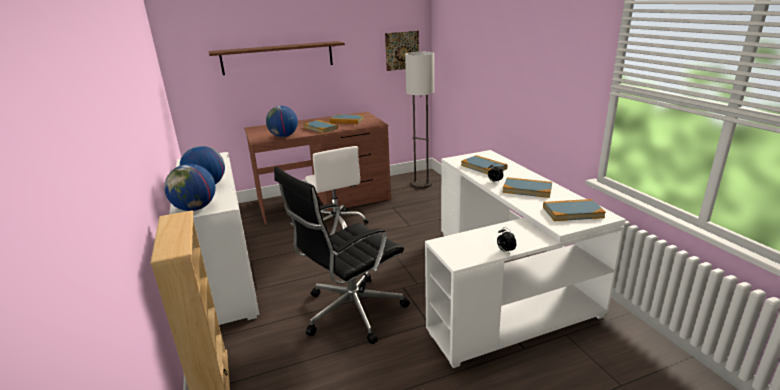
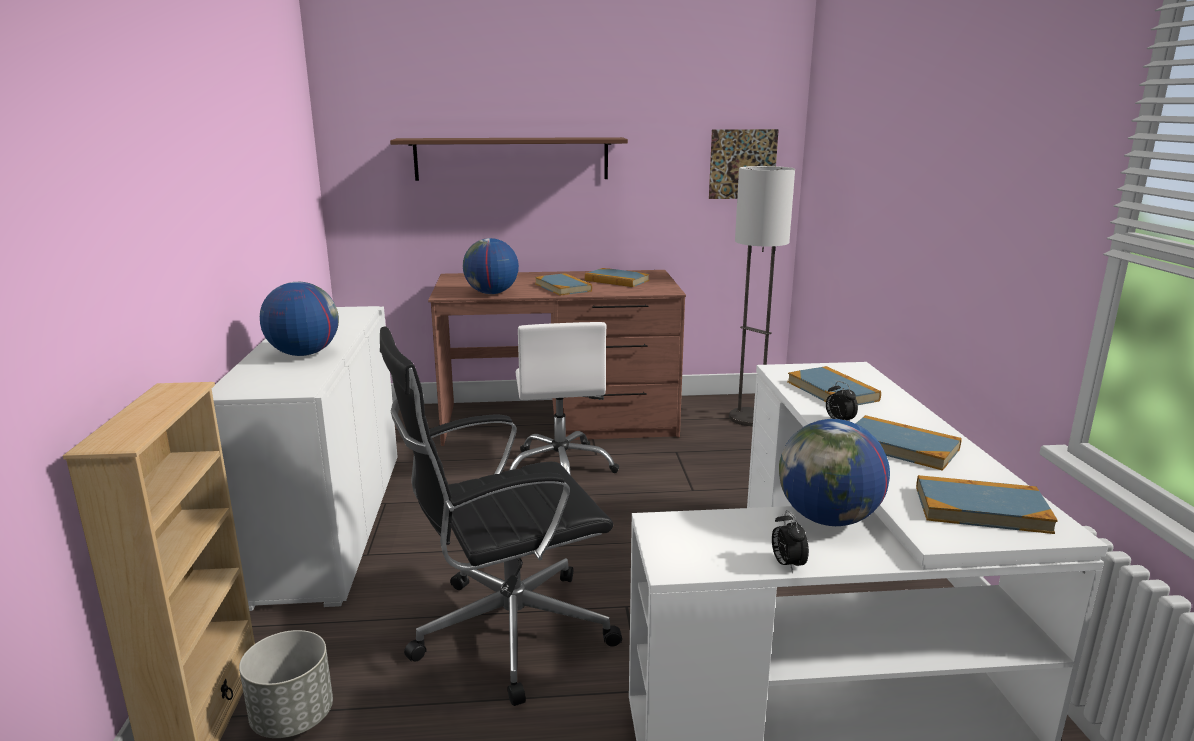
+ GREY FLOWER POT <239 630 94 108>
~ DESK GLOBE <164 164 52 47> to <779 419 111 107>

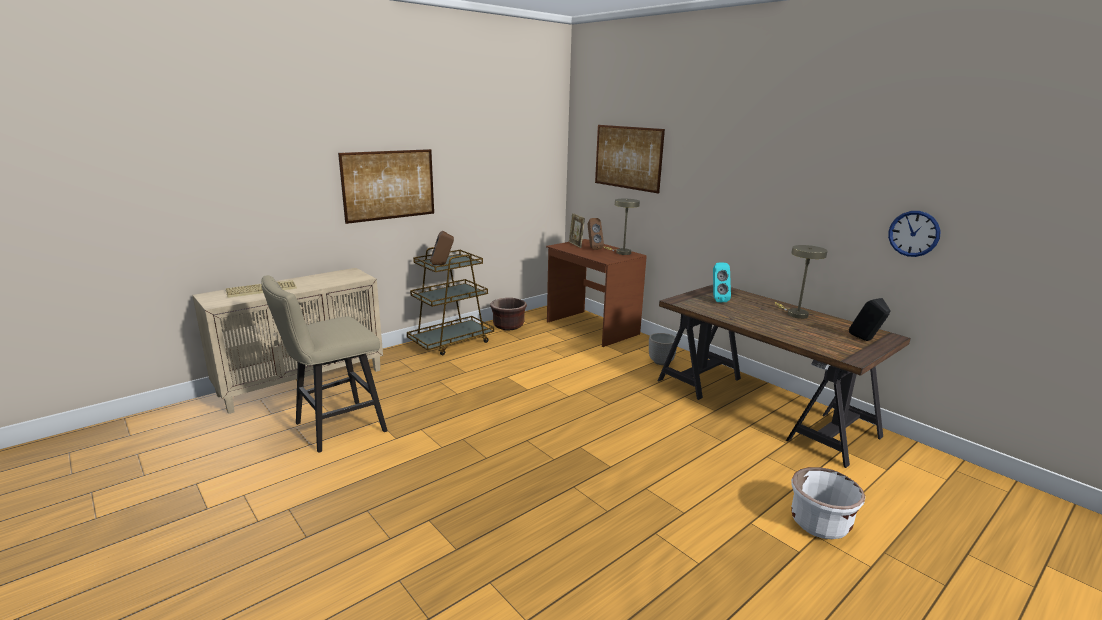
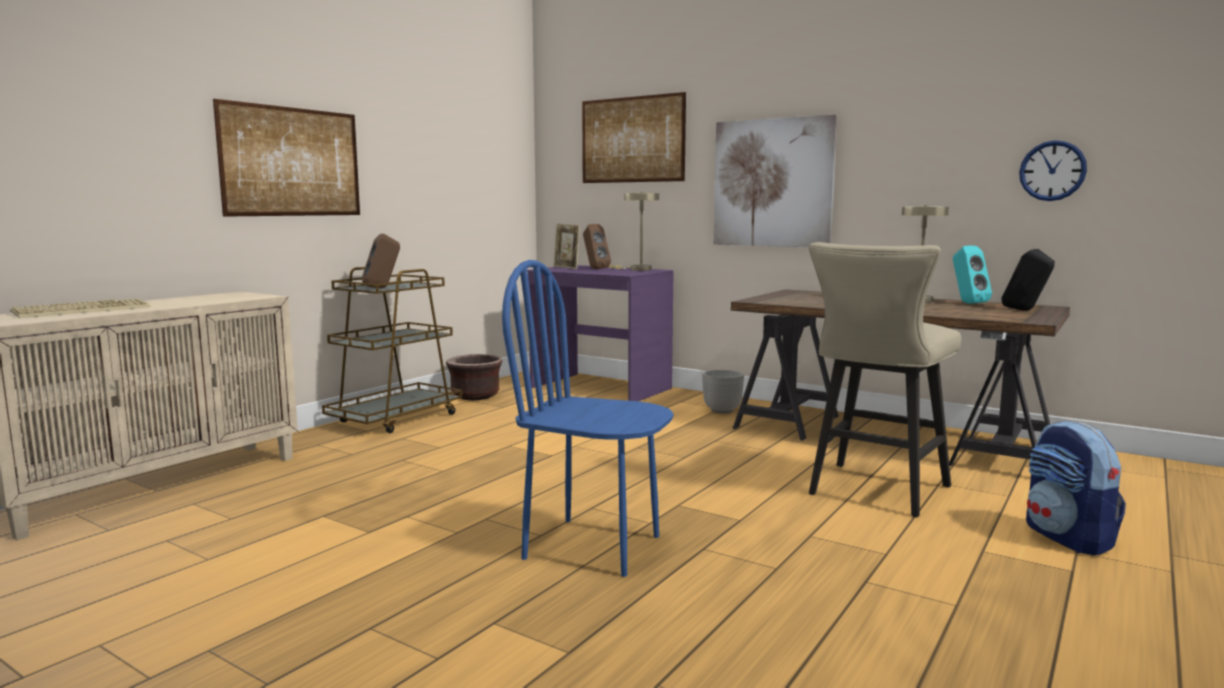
+ BLUE UPRIGHT CHAIR <502 260 172 317>
~ BROWNISH DESK UNIT <546 239 101 108> to PURPLE DESK UNIT <527 265 146 136>
+ WALL ART <714 114 123 133>
~ BEIGE-COLOURED STOOL SEAT <261 275 126 178> to <809 242 152 275>
~ TURQUOISE-COLOURED AUDIO SPEAKER <713 262 18 40> to <953 246 39 58>
~ WHITISH FLOWER POT <791 467 74 72> to KNAPSACK <1026 421 100 134>

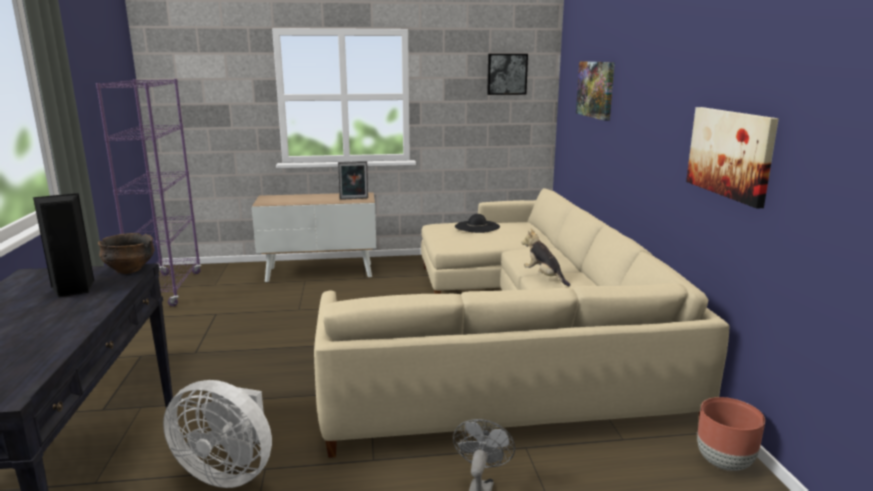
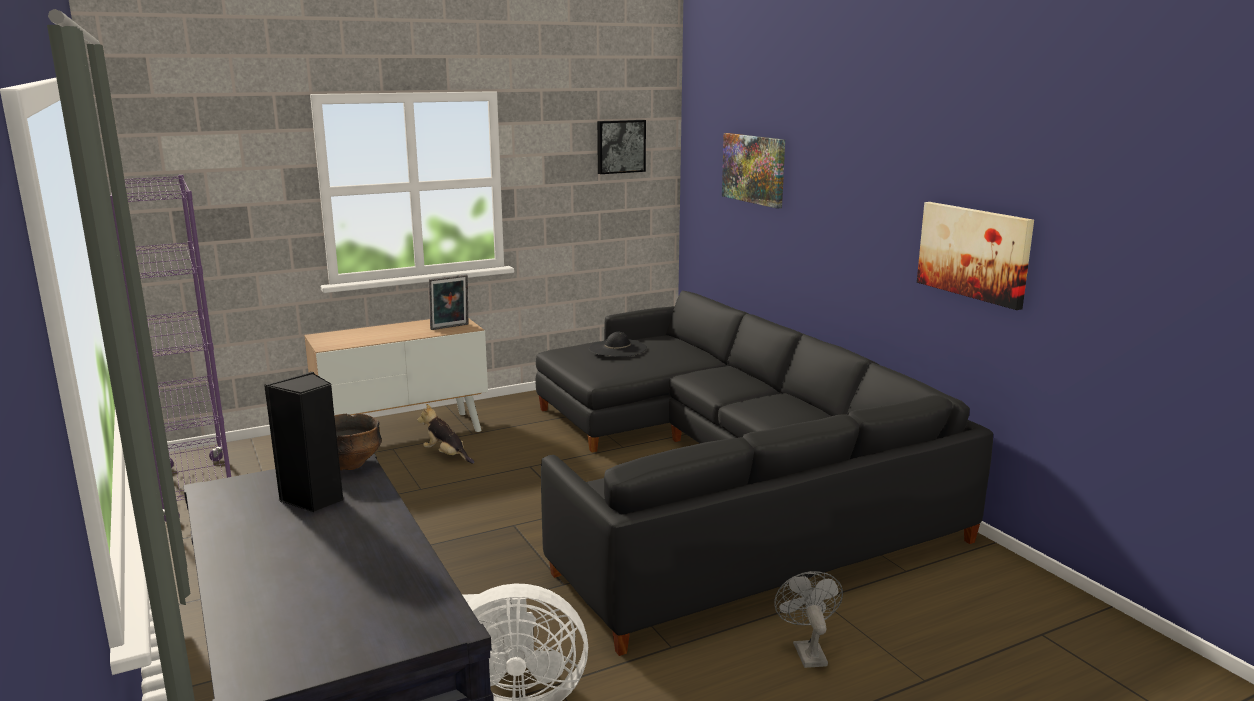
~ PLUSH TOY <521 229 49 58> to <417 404 58 60>
~ BEIGE-COLOURED SOFA <314 188 415 270> to BLACK SOFA <536 290 457 366>
- BROWNISH FLOWER POT <697 397 68 74>

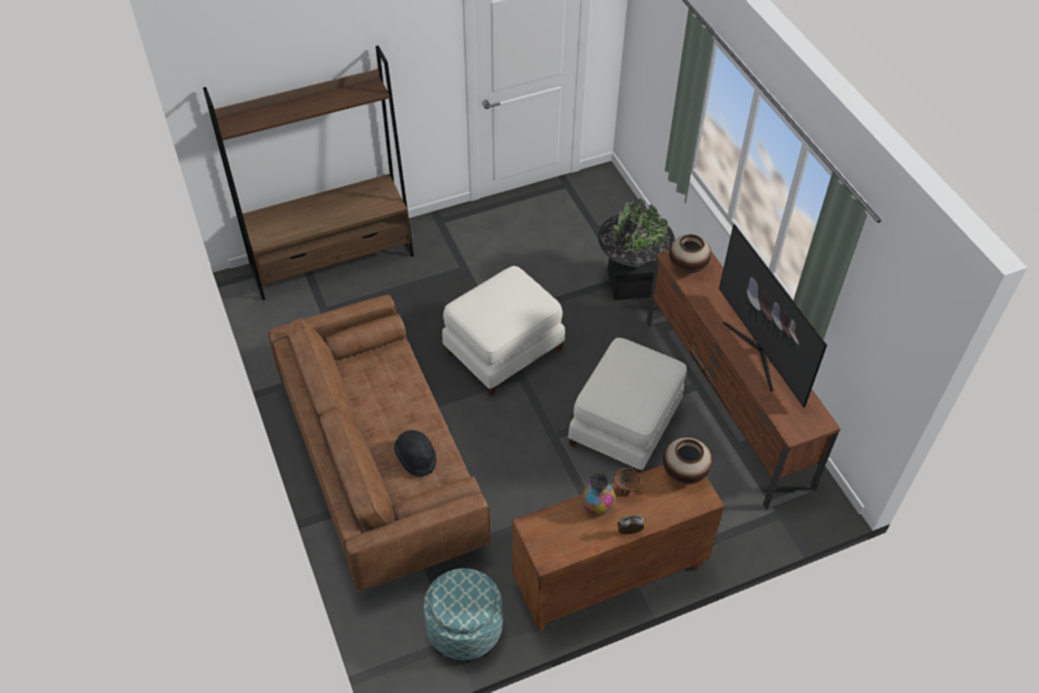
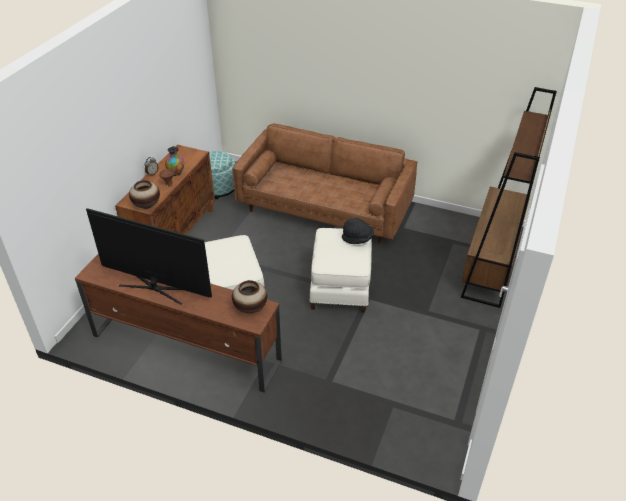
~ BLACK WEARABLE HAT <394 430 43 47> to <342 218 32 26>
- BLACK FLOWER POT <598 199 77 101>

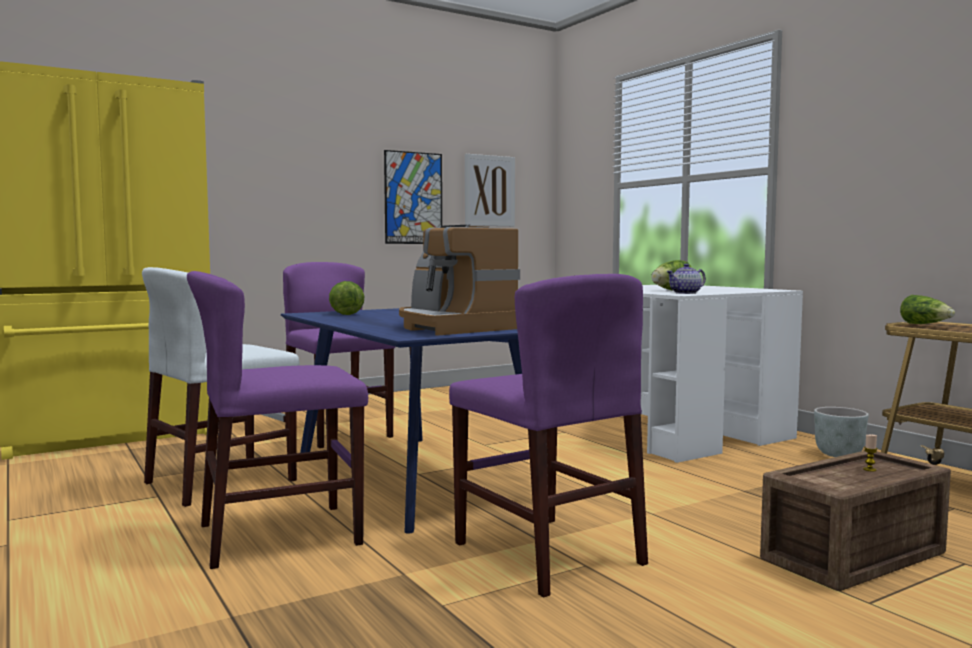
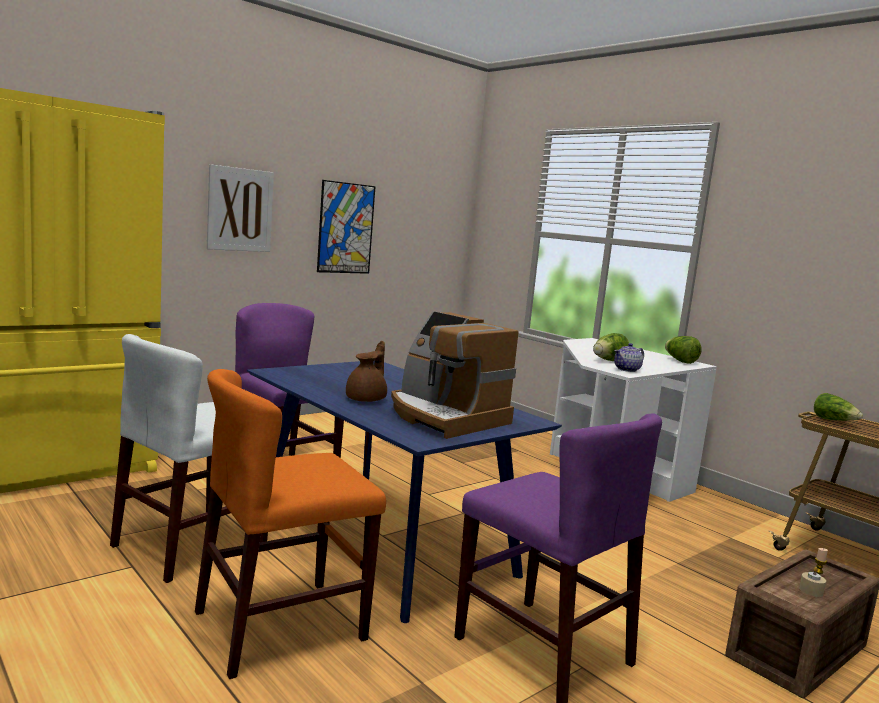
~ PURPLE UPRIGHT CHAIR <187 271 181 298> to ORANGE-COLOURED UPRIGHT CHAIR <195 369 191 310>
~ WALL ART <465 154 50 72> to <207 164 67 88>
+ BROWNISH TEA POT <346 341 41 61>
~ HEAD OF LETTUCE <329 281 35 34> to <665 336 37 28>
+ BEIGE-COLOURED WAX CANDLE <799 567 27 30>
- GREY FLOWER POT <814 407 55 50>

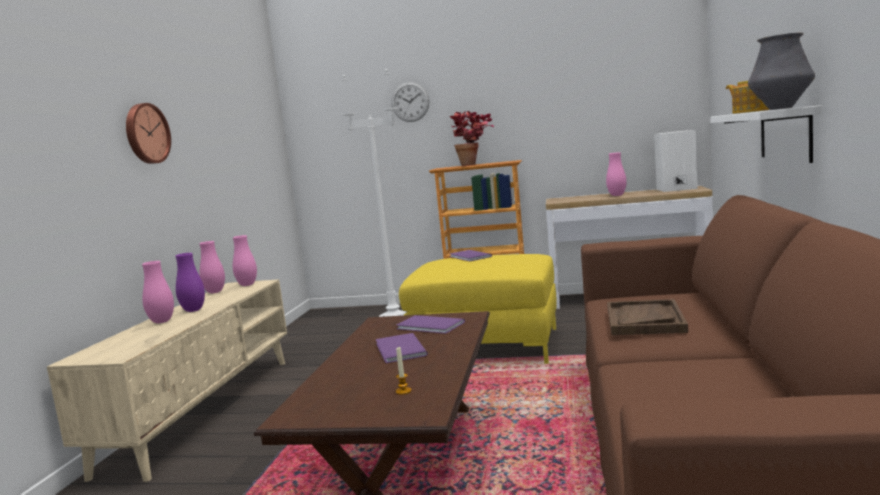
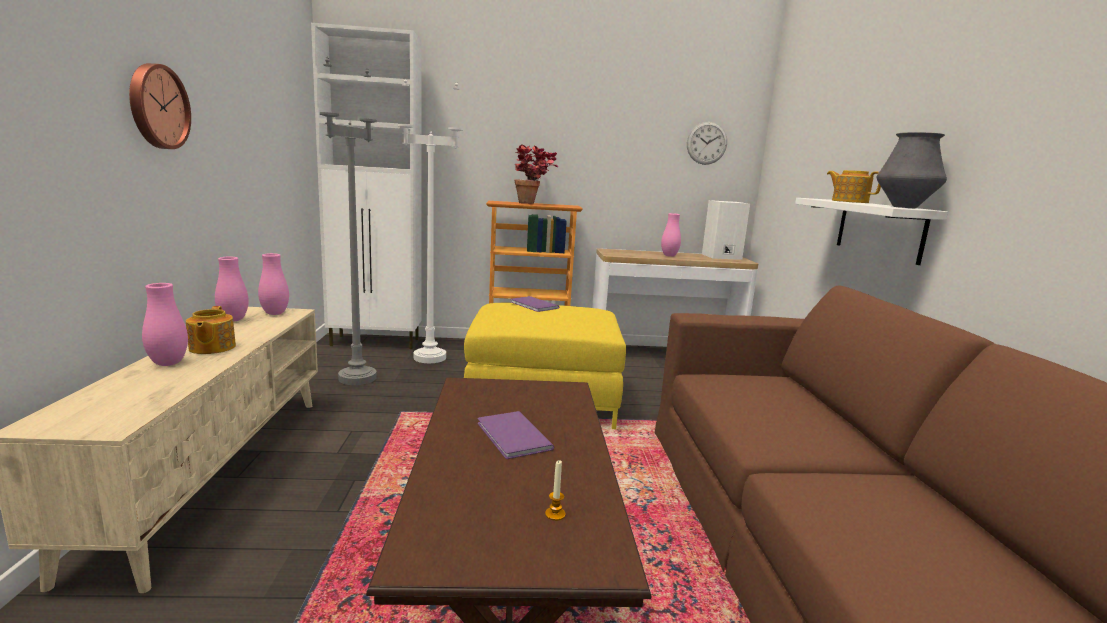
~ PURPLE FLOWER VASE <176 253 29 59> to TEA POT <186 306 50 48>
+ WHITISH CABINET <311 23 110 326>
+ GREY STANDARD LAMP <320 57 57 328>
~ HANGING CLOCK <391 82 38 40> to <687 122 40 43>
- PURPLE BOUND BOOK <396 315 69 19>
- BROWNISH TRAY <607 299 81 36>

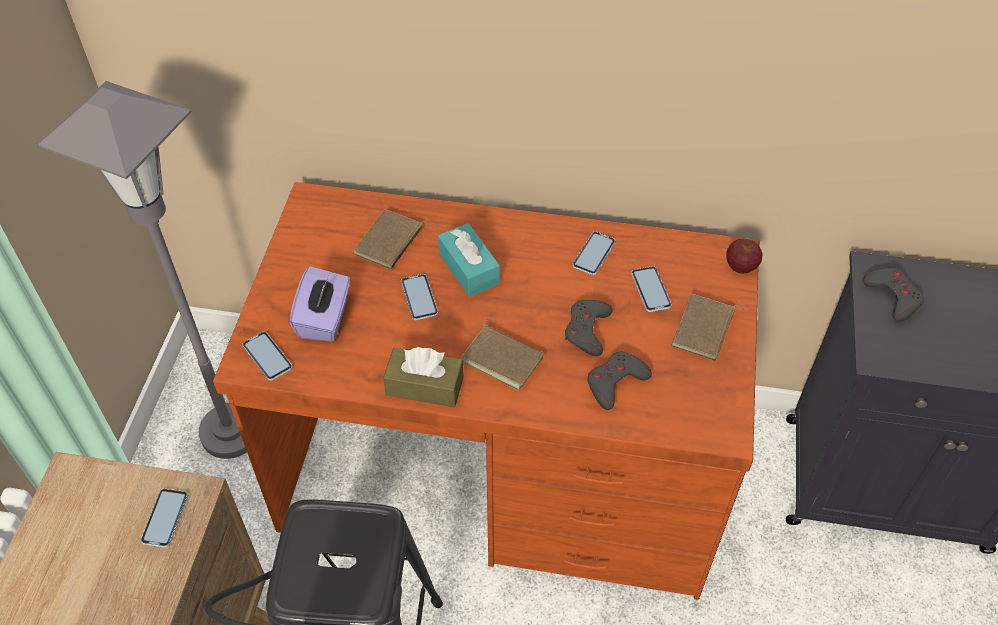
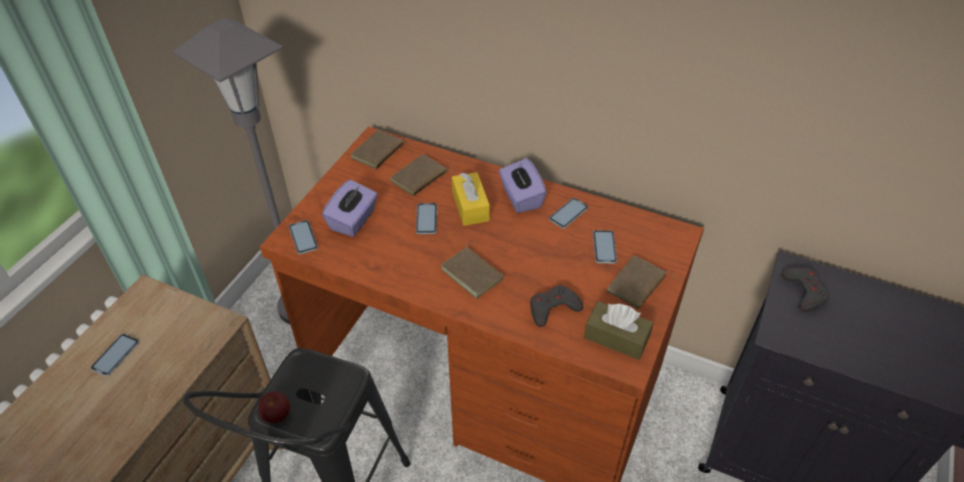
~ PHONE <140 489 48 58> to <91 334 48 42>
~ APPLE <727 239 36 35> to <258 392 32 31>
+ BROWNISH BOUND BOOK <351 130 61 39>
~ TURQUOISE-COLOURED TISSUE BOX <438 223 62 74> to YELLOW-COLOURED TISSUE BOX <452 172 38 54>
+ PURPLE TISSUE BOX <499 158 48 55>
~ BROWNISH TISSUE BOX <383 347 81 60> to <584 301 69 59>
- GREY GAMEPAD <565 300 48 56>

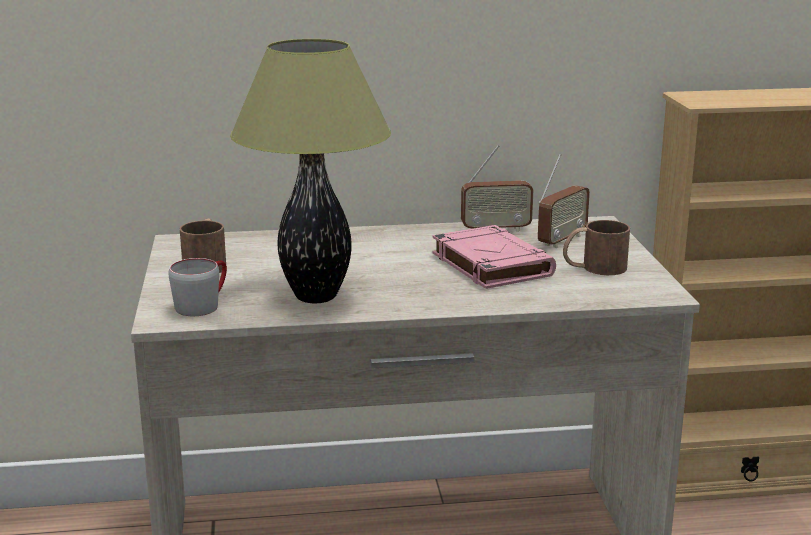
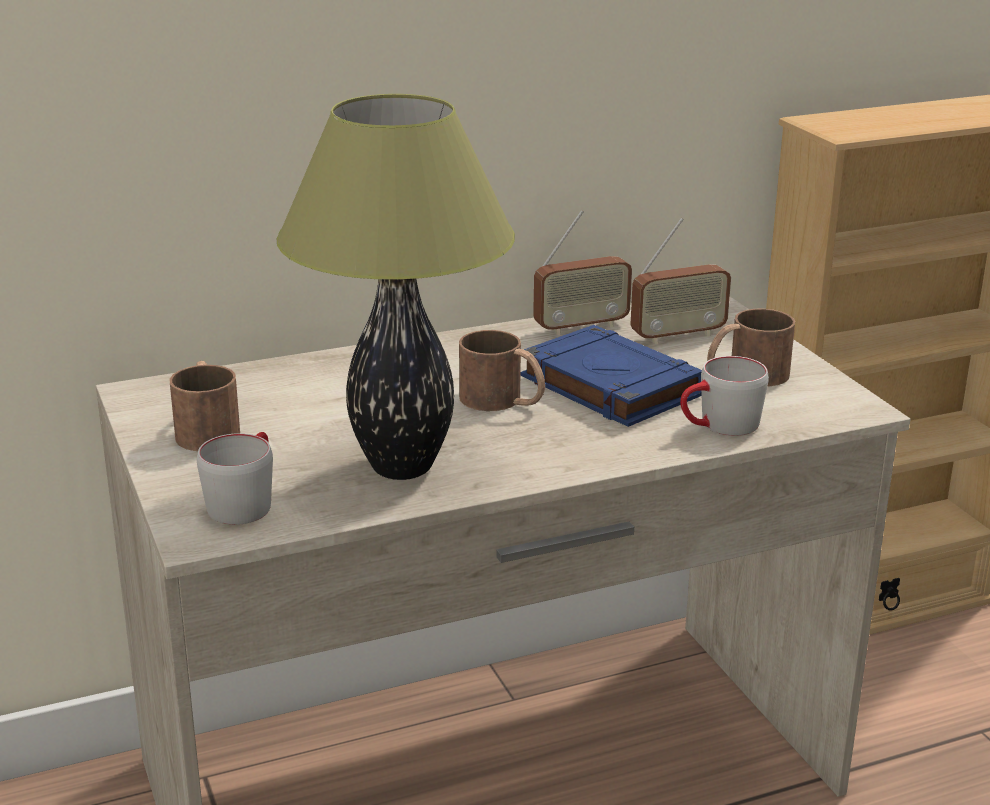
+ BROWNISH TEA MUG <459 330 86 81>
~ PINK-COLOURED BOUND BOOK <432 225 124 64> to BLUE BOUND BOOK <520 325 182 102>
~ RADIO <538 154 52 94> = <630 218 101 126> 45 degrees clockwise
+ GREY TEA MUG <680 356 89 80>

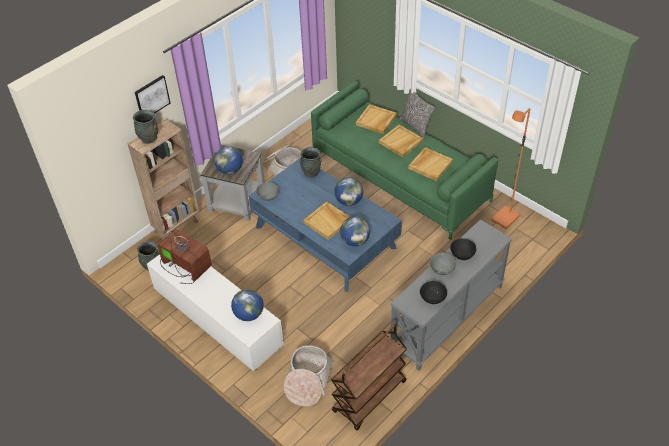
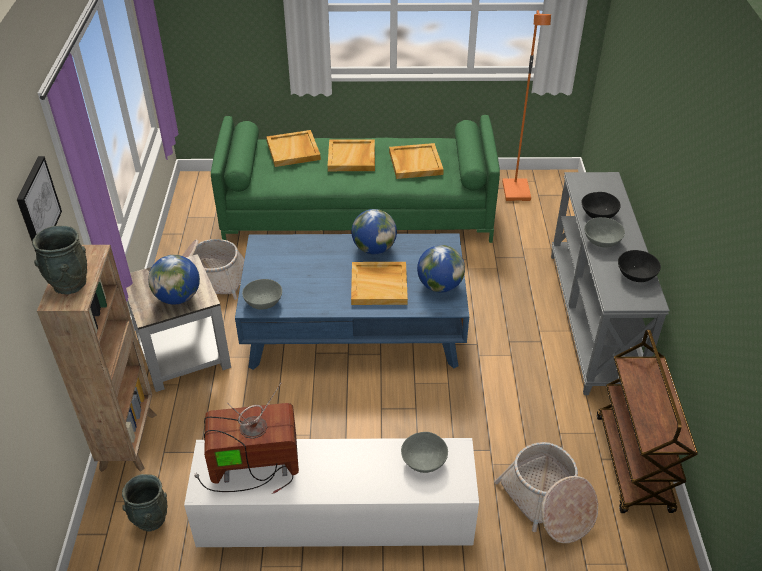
~ DESK GLOBE <231 289 33 32> to GREY SERVING BOWL <401 432 47 41>
- GREY FLOWER VASE <299 147 22 31>
- CUSHION <400 89 35 50>

